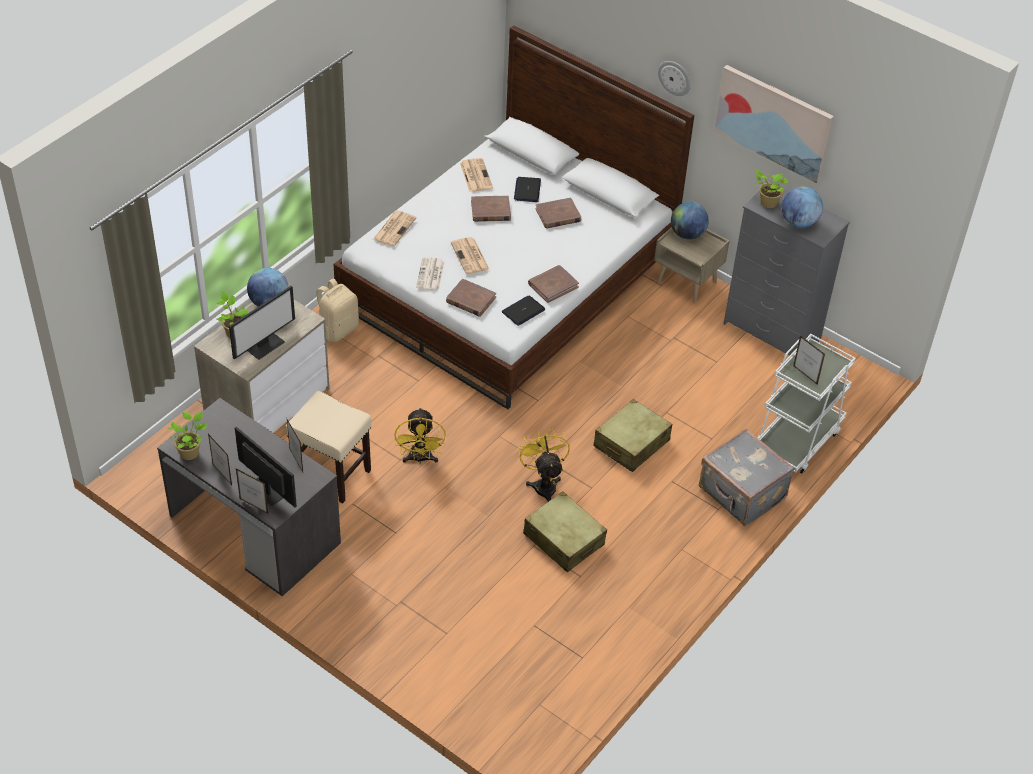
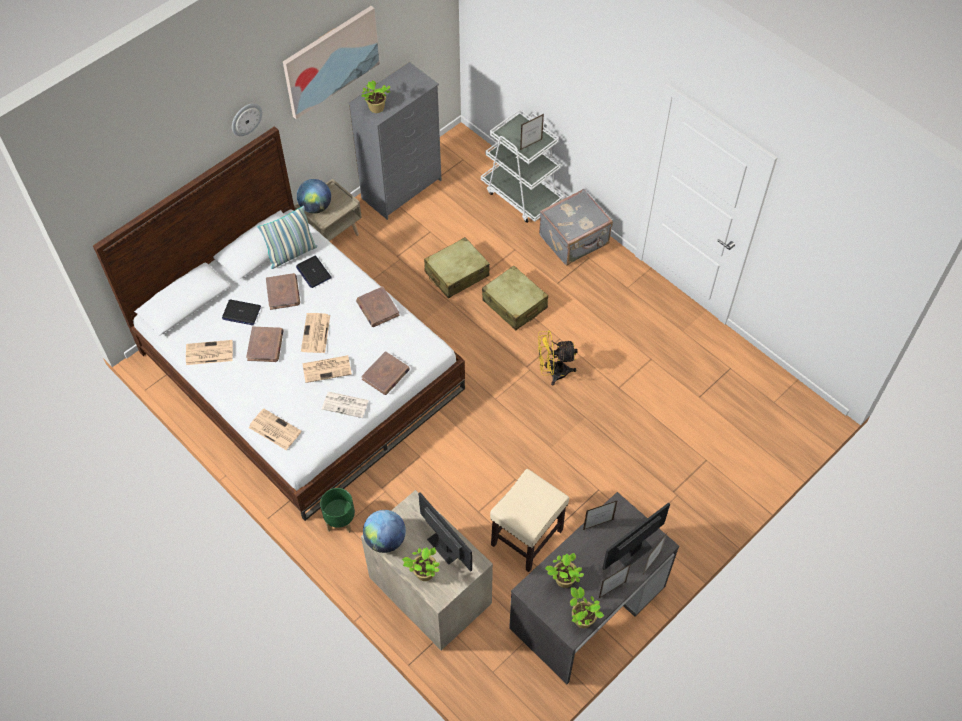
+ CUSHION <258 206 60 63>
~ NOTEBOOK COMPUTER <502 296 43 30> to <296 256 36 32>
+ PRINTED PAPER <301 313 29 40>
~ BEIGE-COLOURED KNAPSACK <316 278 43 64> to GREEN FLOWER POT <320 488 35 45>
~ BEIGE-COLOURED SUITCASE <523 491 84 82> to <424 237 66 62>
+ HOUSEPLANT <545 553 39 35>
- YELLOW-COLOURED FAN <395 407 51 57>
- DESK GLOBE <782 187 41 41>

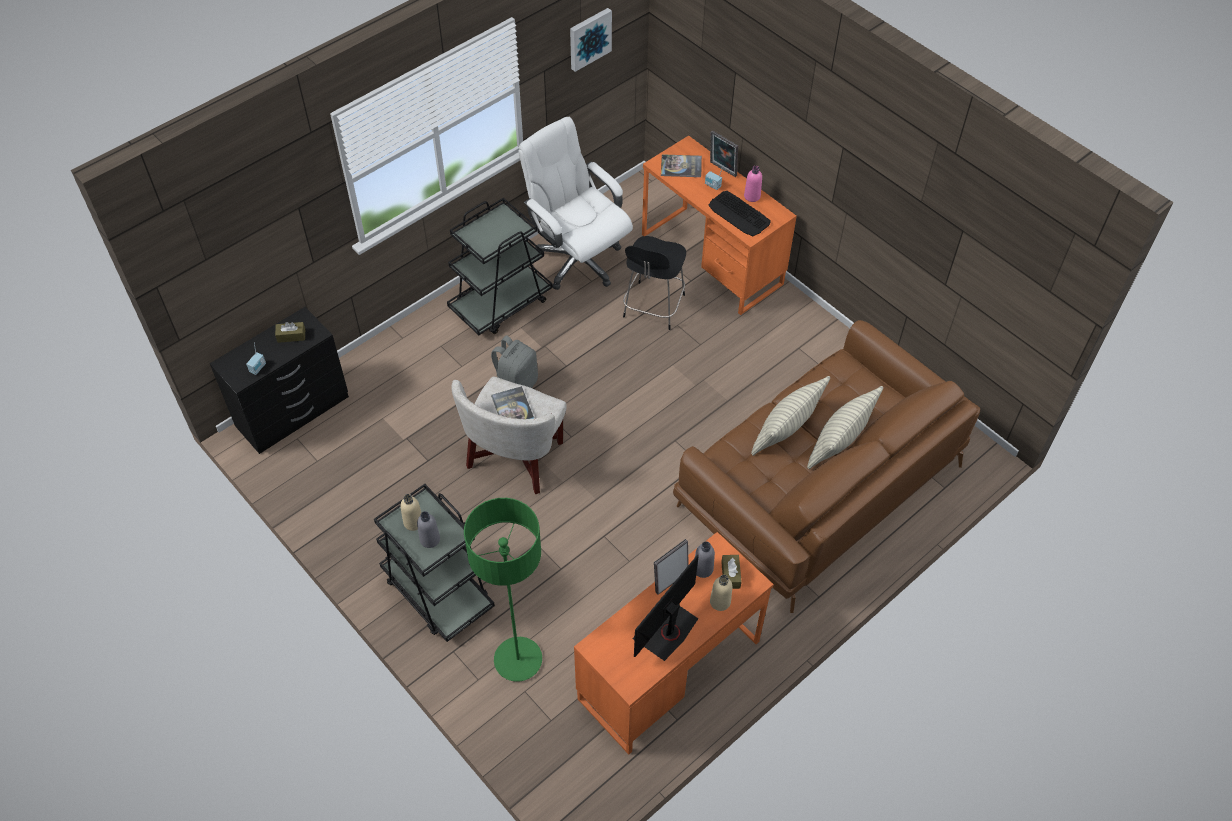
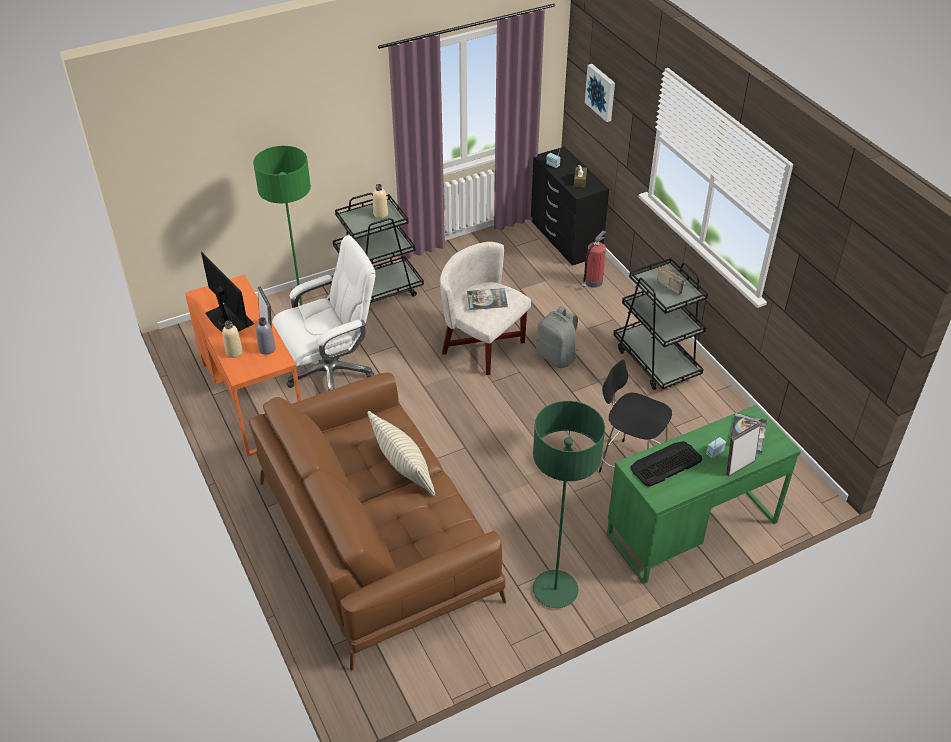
~ WHITISH DESK CHAIR <518 117 115 173> to <272 235 104 156>
+ GREEN STANDARD LAMP <533 401 72 207>
+ FIRE EXTINGUISHER <582 230 24 59>
~ WALL ART <570 8 42 64> to <585 64 30 58>
~ ORANGE-COLOURED DESK UNIT <642 136 155 179> to GREEN DESK UNIT <607 405 194 179>
+ RADIO <657 267 29 28>
- GREY BEVERAGE BOTTLE <417 511 23 37>
- BROWNISH TISSUE BOX <721 555 21 34>
- PINK-COLOURED BEVERAGE BOTTLE <744 166 18 36>
- CUSHION <807 386 76 83>

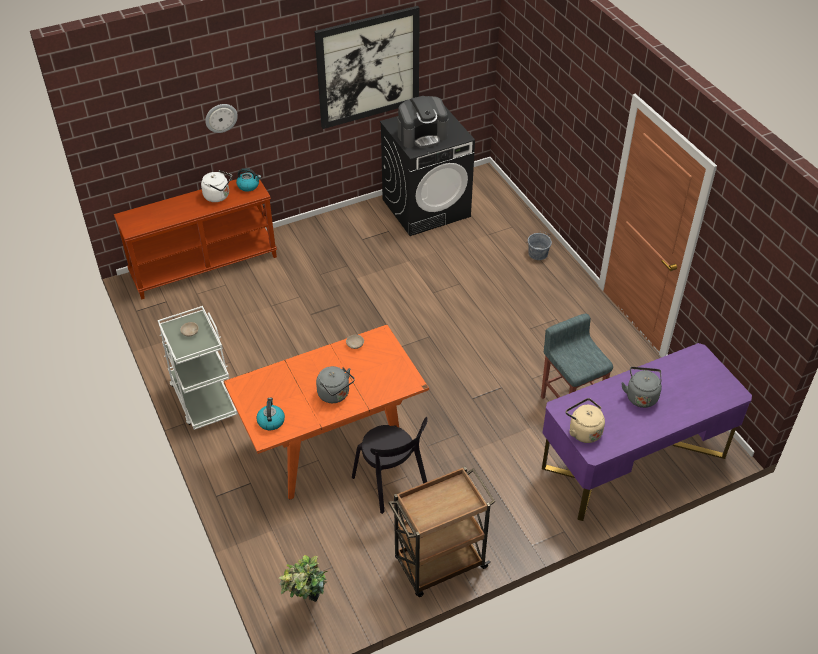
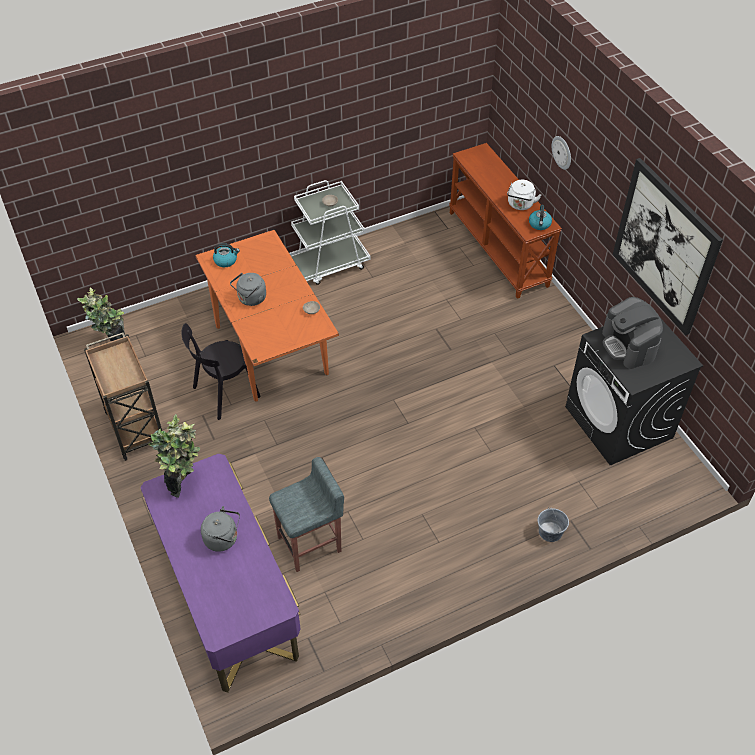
~ BEIGE-COLOURED WATER KETTLE <566 398 39 45> to HOUSEPLANT <148 414 52 84>

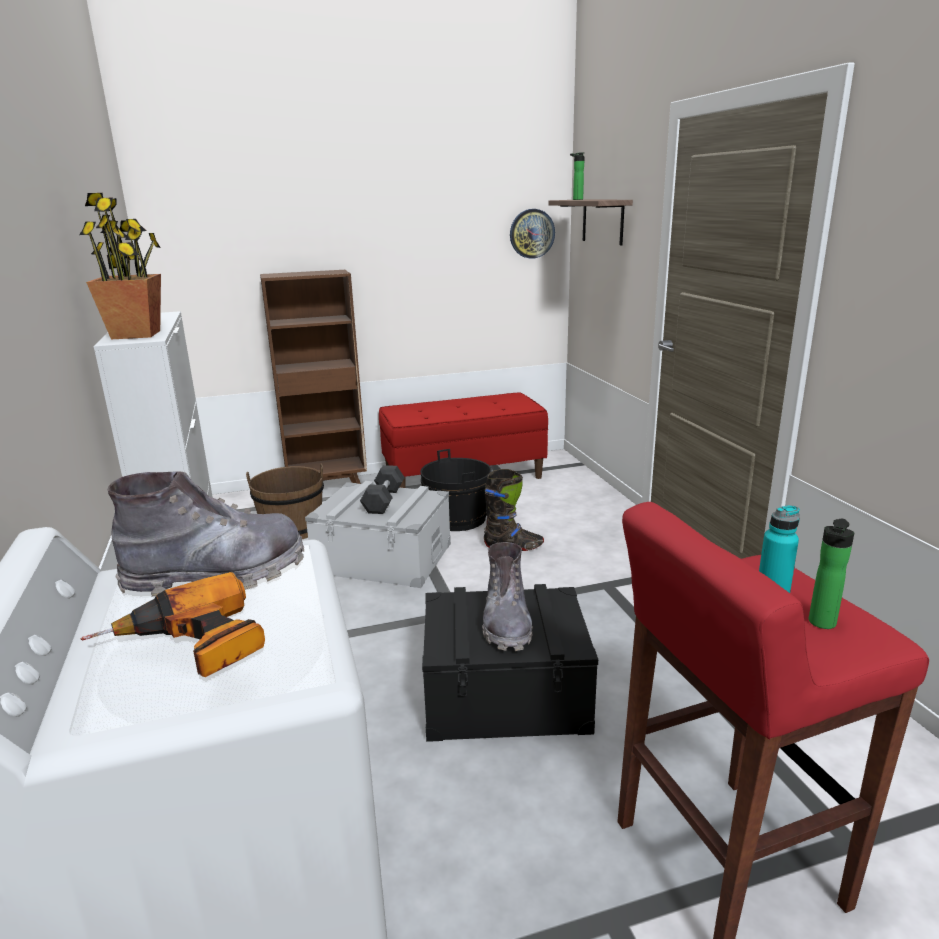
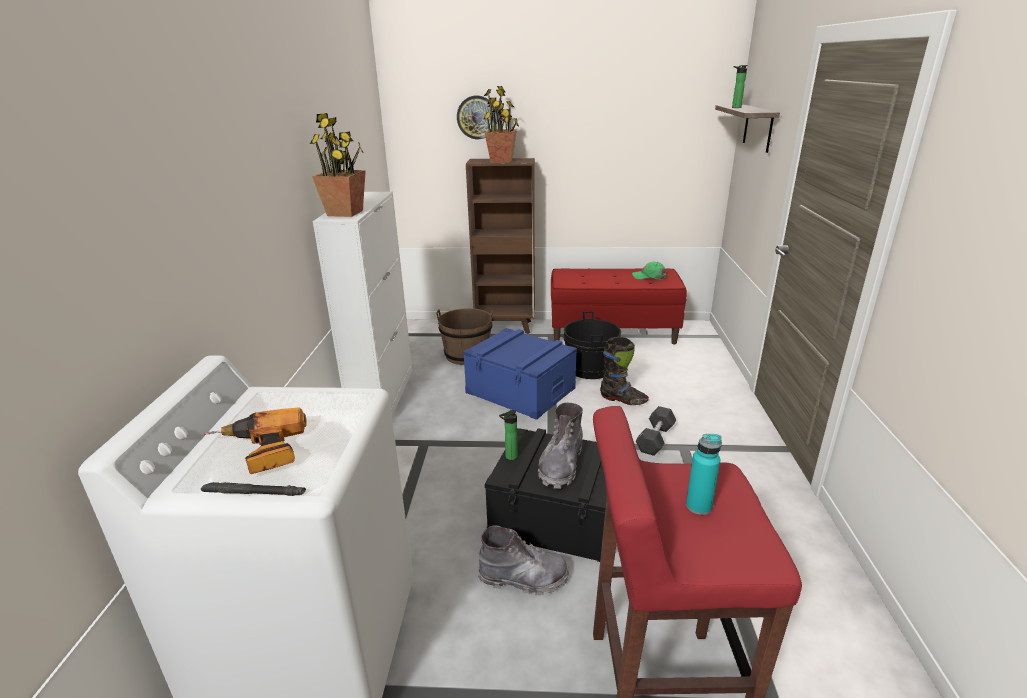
+ BLACK HAND TORCH <201 482 105 14>
~ HANGING CLOCK <510 209 45 50> to <457 95 40 44>
~ GREY STORAGE CONTAINER <305 481 146 107> to BLUE STORAGE CONTAINER <463 328 114 92>
~ GREY BOOT <108 471 196 125> to <478 525 91 70>
+ HOUSEPLANT <483 86 36 77>
~ BEVERAGE BOTTLE <809 519 45 110> to <499 410 19 50>
+ GREEN PEAKED CAP <632 262 35 17>
~ BLACK HAND WEIGHT <360 465 45 49> to <636 406 40 50>

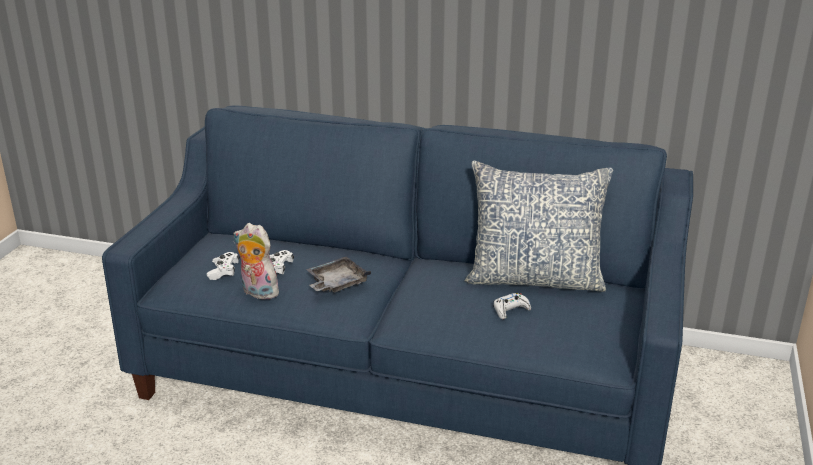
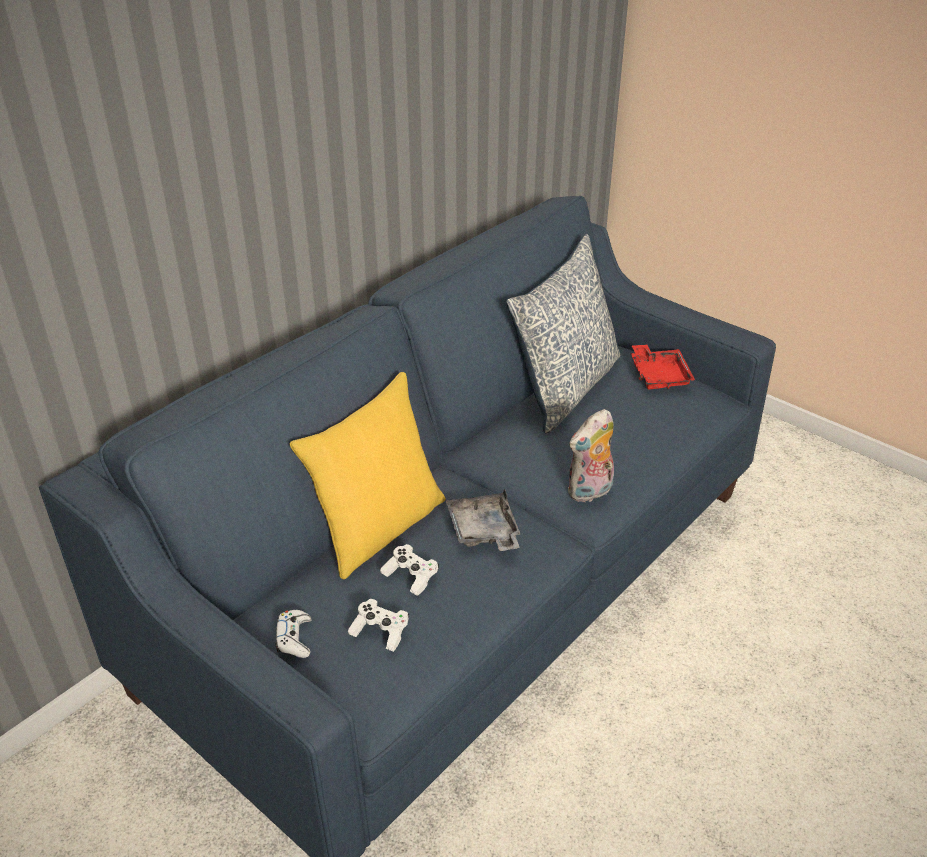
~ WHITISH GAMEPAD <493 293 38 26> to <275 610 37 48>
+ YELLOW-COLOURED CUSHION <290 372 156 207>
~ PLUSH TOY <233 223 48 77> to <568 409 46 93>
+ RED-COLOURED TRAY <631 345 64 44>

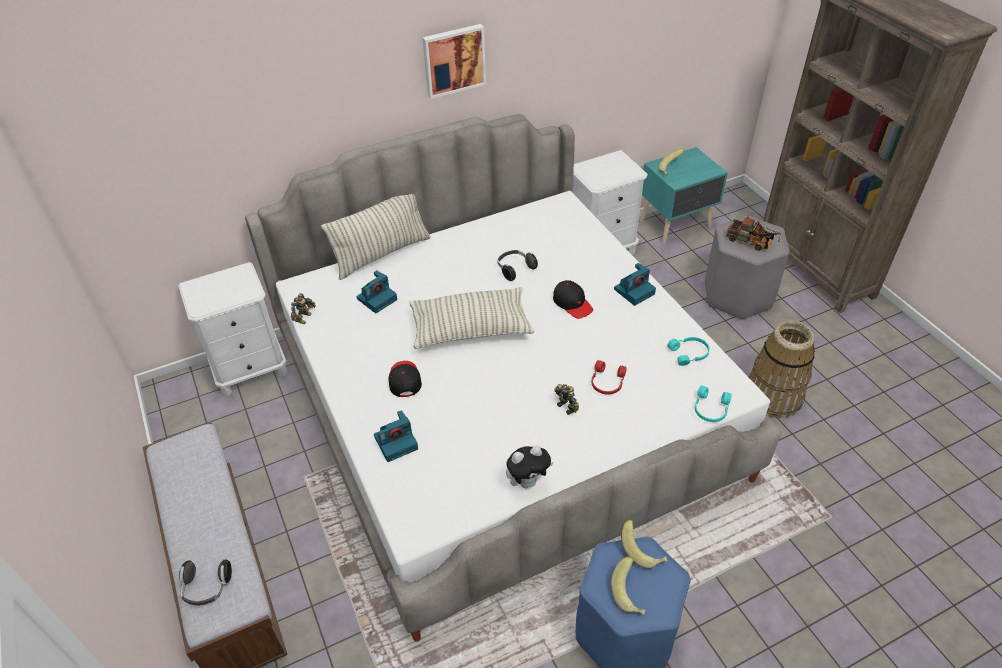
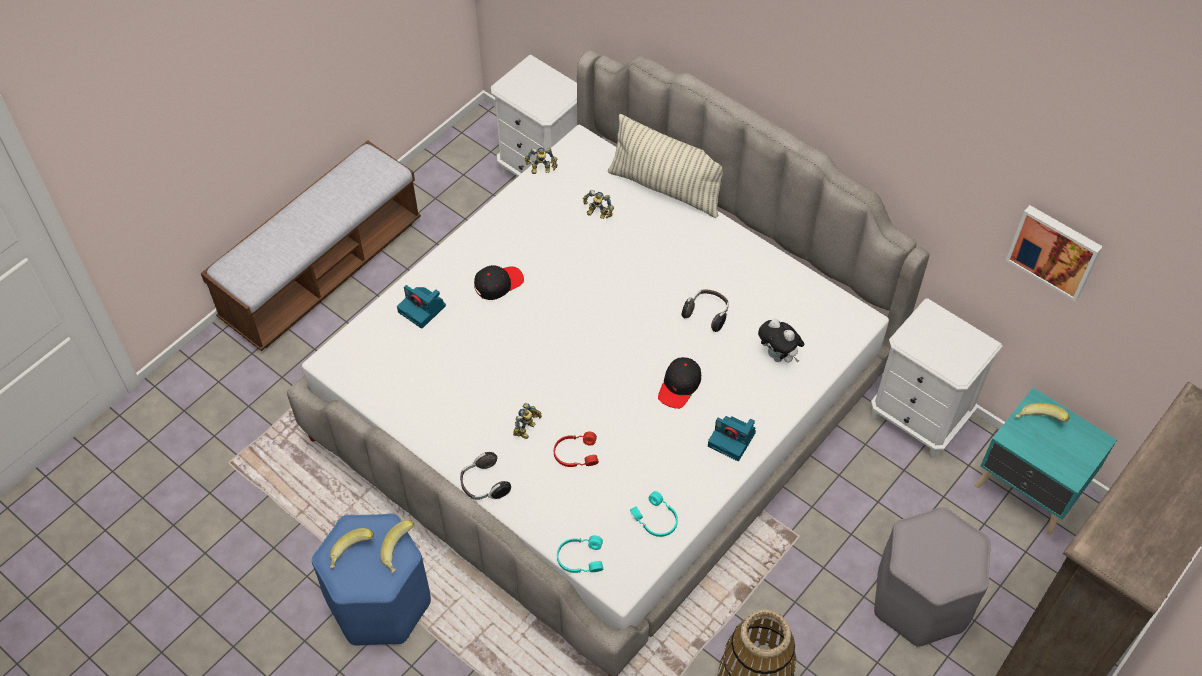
~ HEADPHONES <179 559 53 46> to <460 452 51 48>
~ PHOTO CAMERA <356 270 41 43> to MODEL ROBOT <583 190 31 29>
~ PLUSH TOY <506 445 47 43> to <758 319 46 44>
~ WALL ART <422 24 64 75> to <1006 205 97 96>
- CUSHION <409 287 126 62>
- MODEL TRUCK <726 216 55 35>

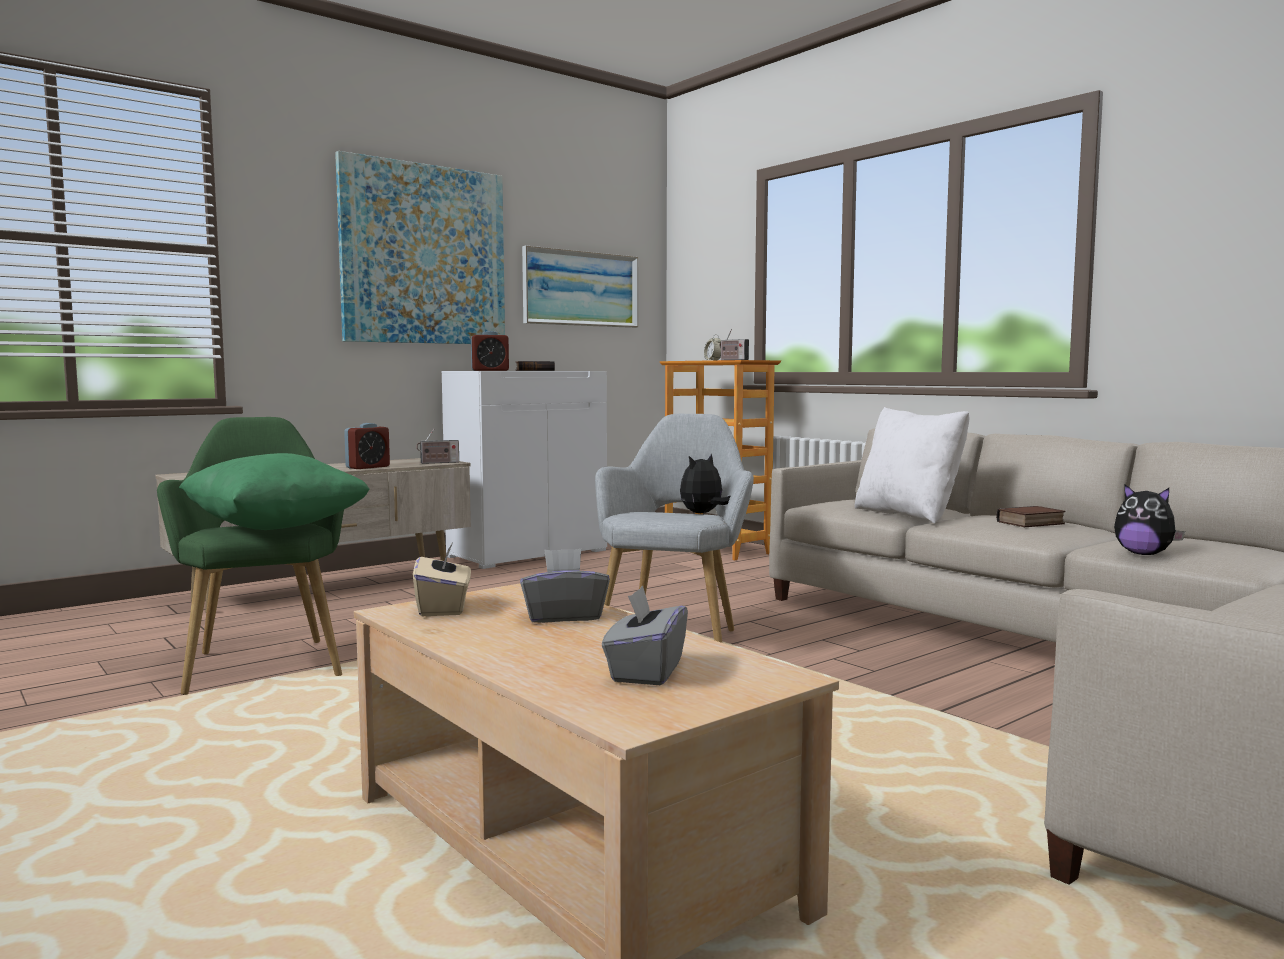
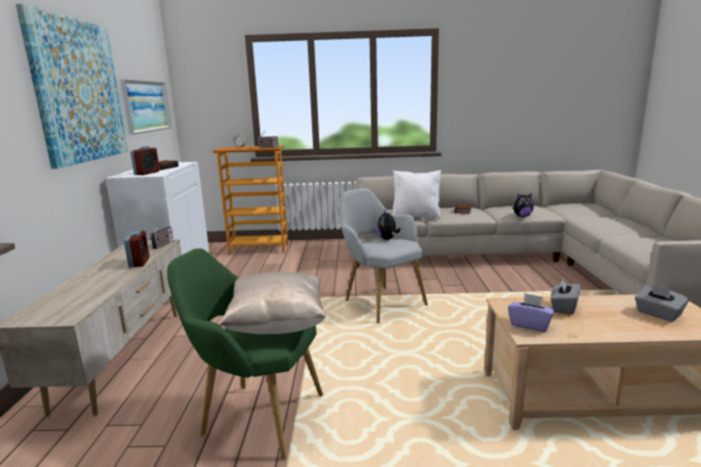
~ GREEN CUSHION <179 453 191 77> to BEIGE-COLOURED CUSHION <219 271 107 63>
~ BEIGE-COLOURED TISSUE BOX <413 542 58 74> to PURPLE TISSUE BOX <508 293 47 39>

